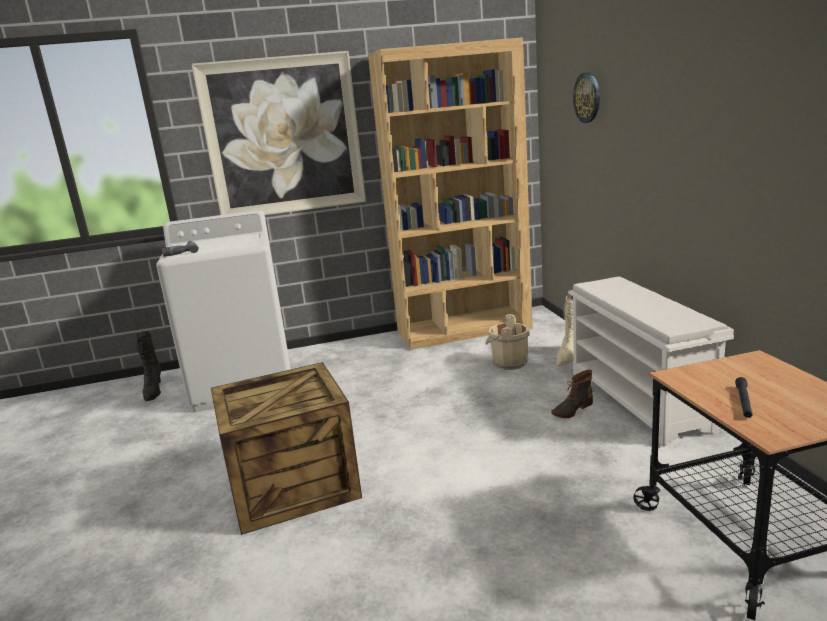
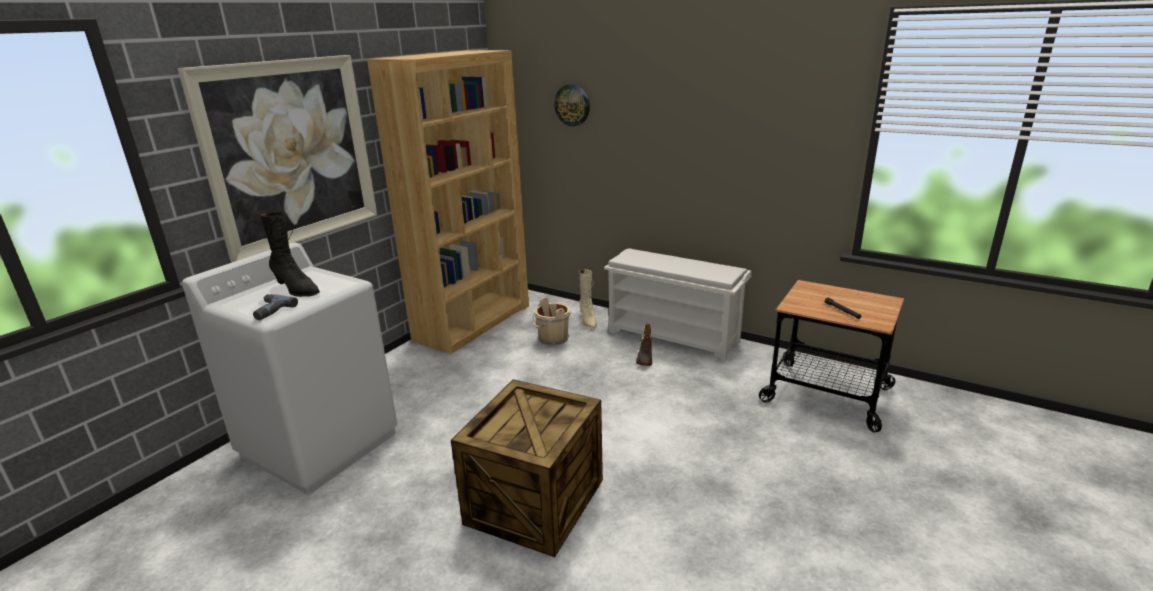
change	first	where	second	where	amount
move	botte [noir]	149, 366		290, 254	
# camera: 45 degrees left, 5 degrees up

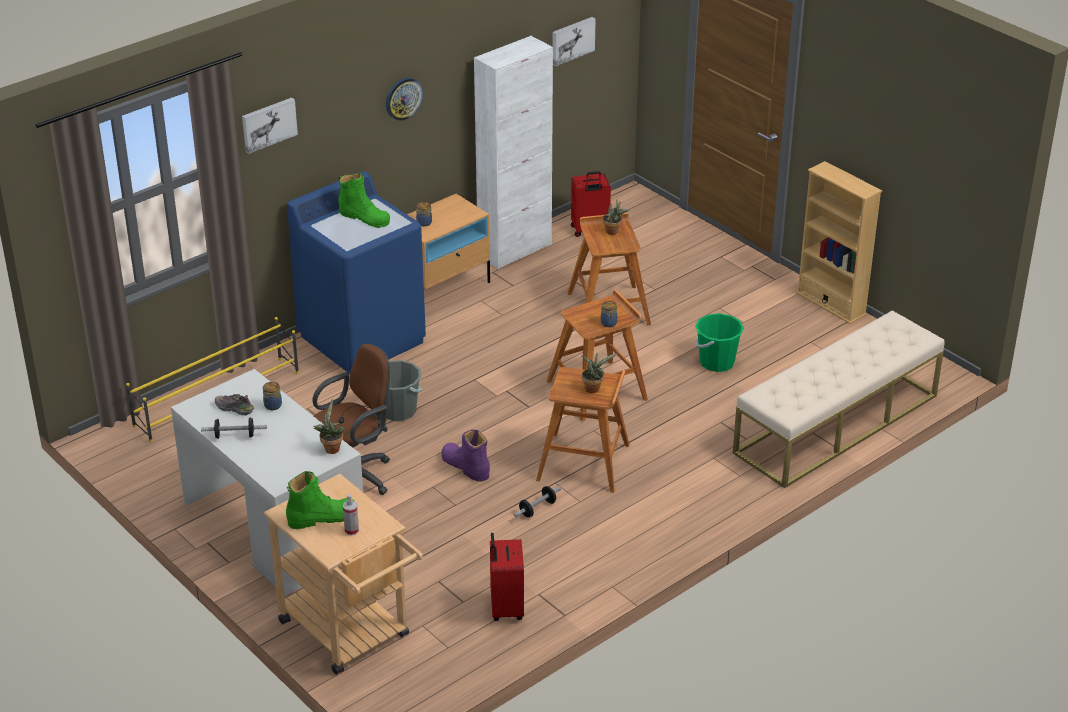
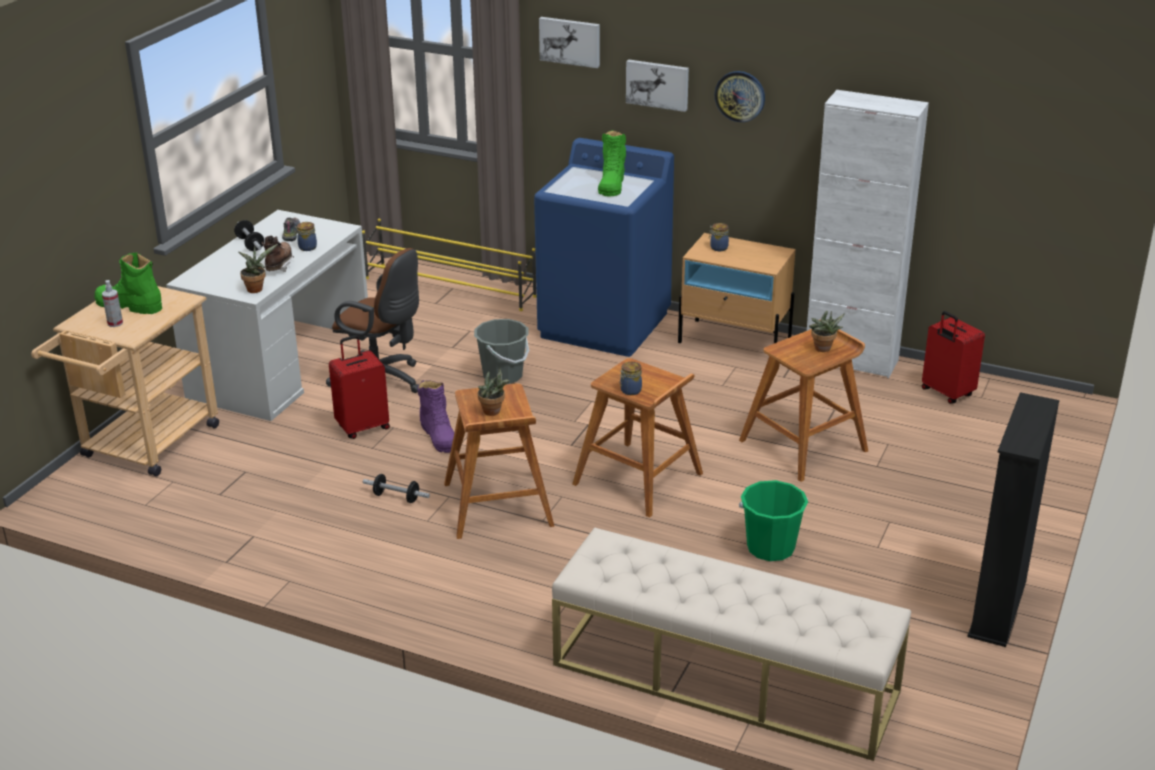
change	first	where	second	where	amount
insert			botte [marron]	278, 253	
move	valise [rouge]	507, 577		359, 387	
move	tableau	574, 41		657, 85	
recolor	bibliothèque [beige]	839, 242	bibliothèque [noir]	1013, 519	
rotate	botte [vert]	320, 500		128, 283	150 degrees clockwise
rotate	botte [violet]	465, 456		436, 416	135 degrees clockwise
# camera: 65 degrees right, 5 degrees down

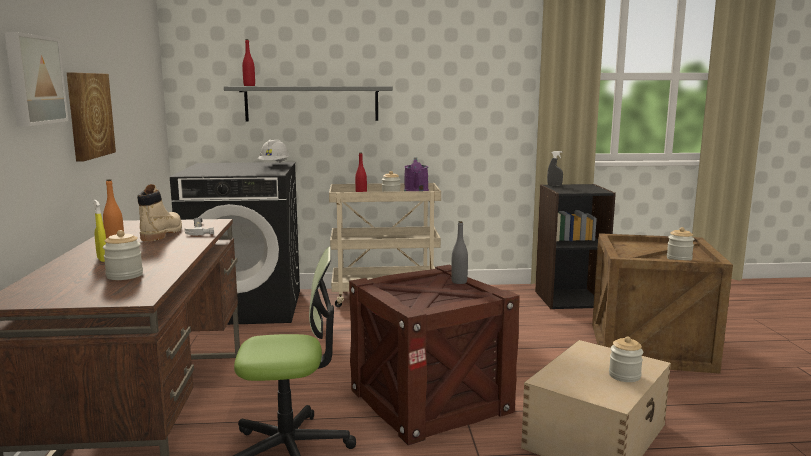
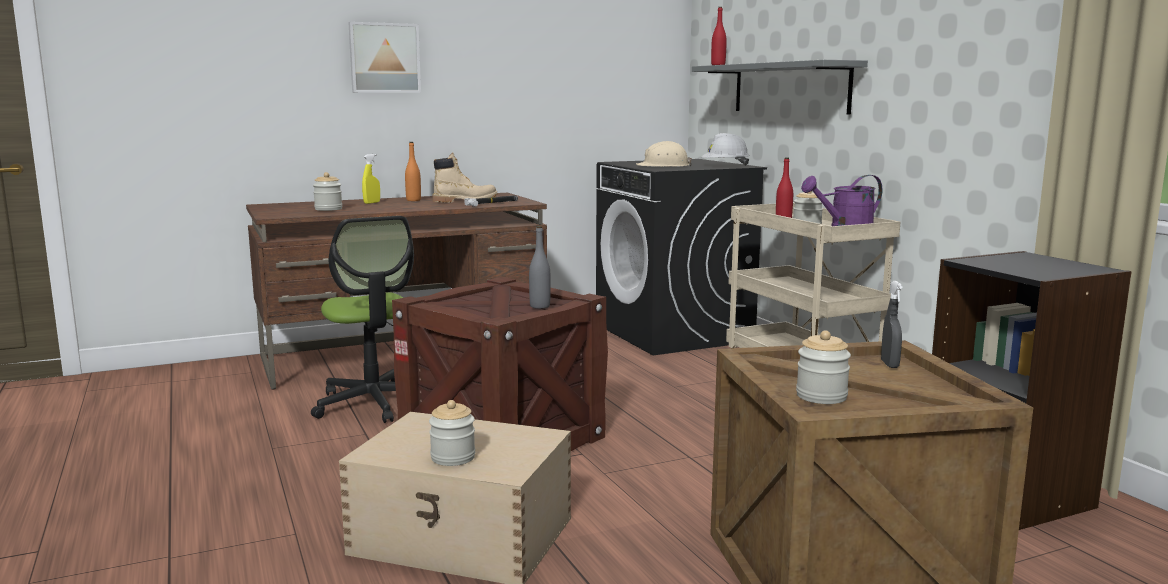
change	first	where	second	where	amount
delete	tableau	91, 117			
insert			casque de chantier [beige]	664, 154	
move	vaporisateur [gris]	555, 168		892, 324	
# camera: 70 degrees right, 0 degrees up

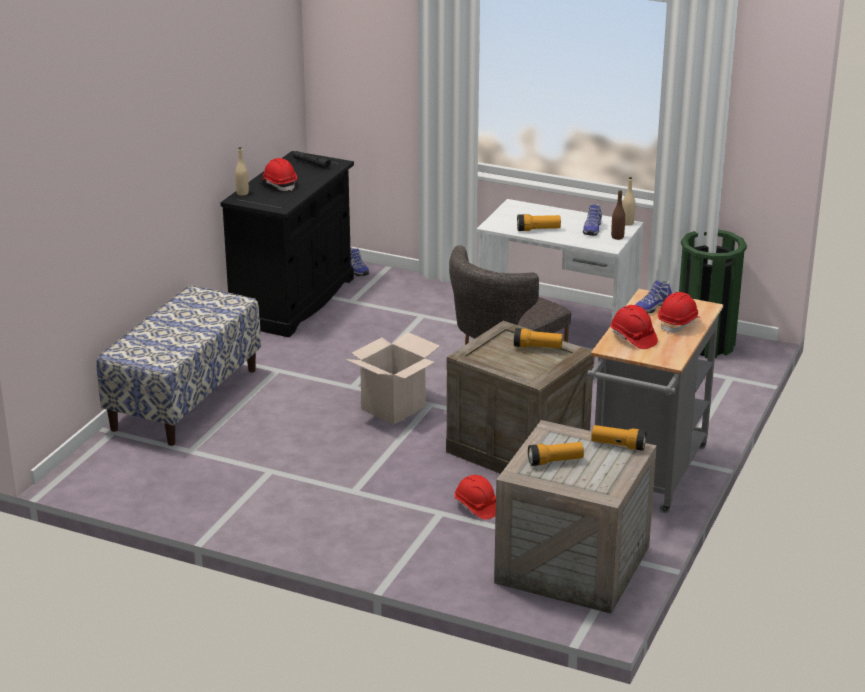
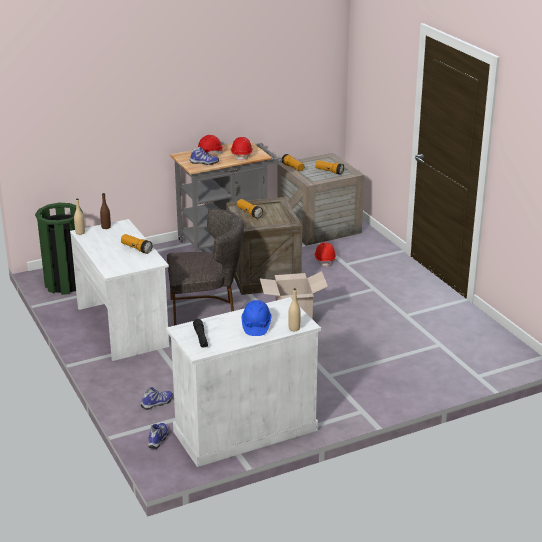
change	first	where	second	where	amount
delete	banc	178, 365			
move	chaussure	592, 219		157, 398	
recolor	meuble de rangement [noir]	287, 244	meuble de rangement [blanc]	243, 382	
recolor	casque de chantier [rouge]	279, 174	casque de chantier [bleu]	257, 318	
# camera: 140 degrees left, 0 degrees up

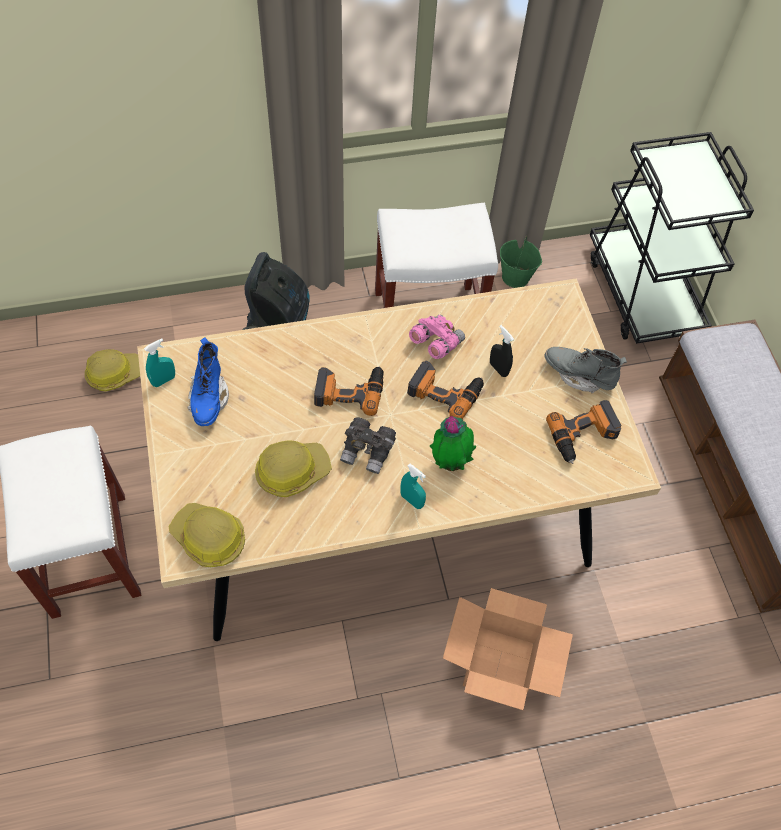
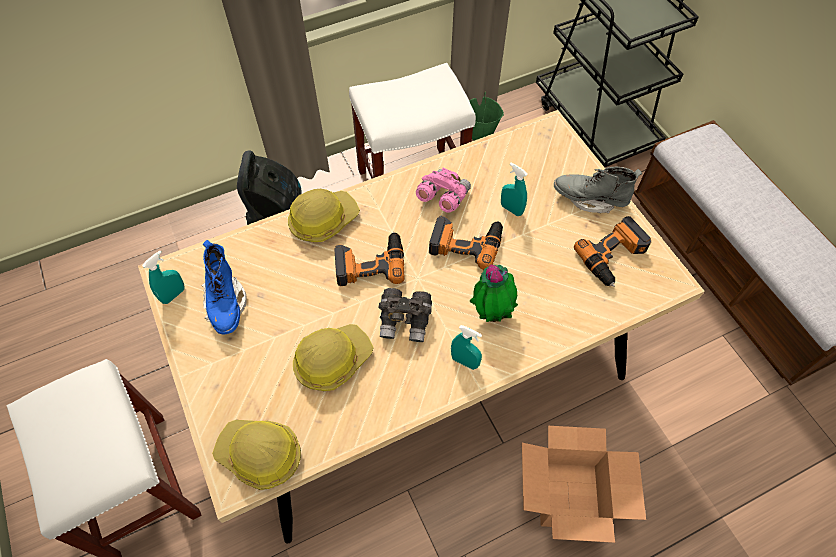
change	first	where	second	where	amount
move	casque de chantier	112, 370		324, 215	
recolor	vaporisateur [noir]	502, 351	vaporisateur [turquoise]	514, 189	
# camera: 10 degrees left, 0 degrees up

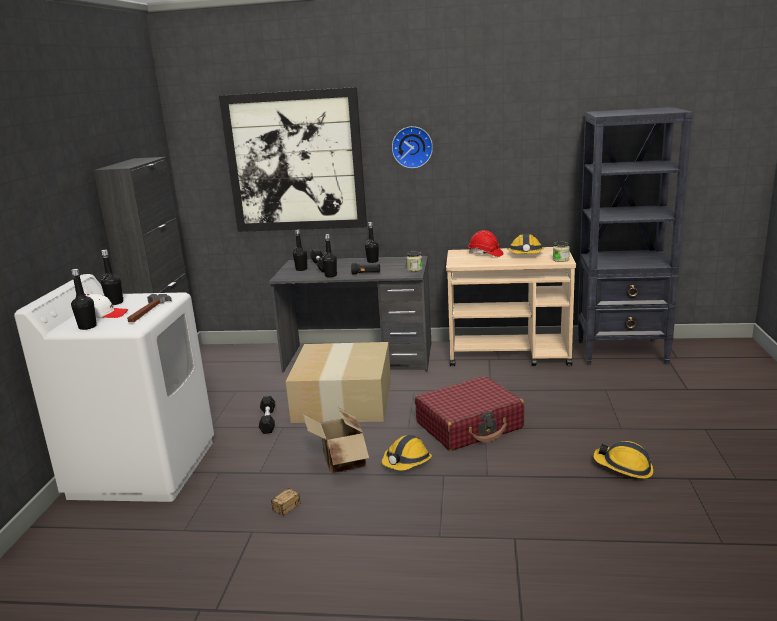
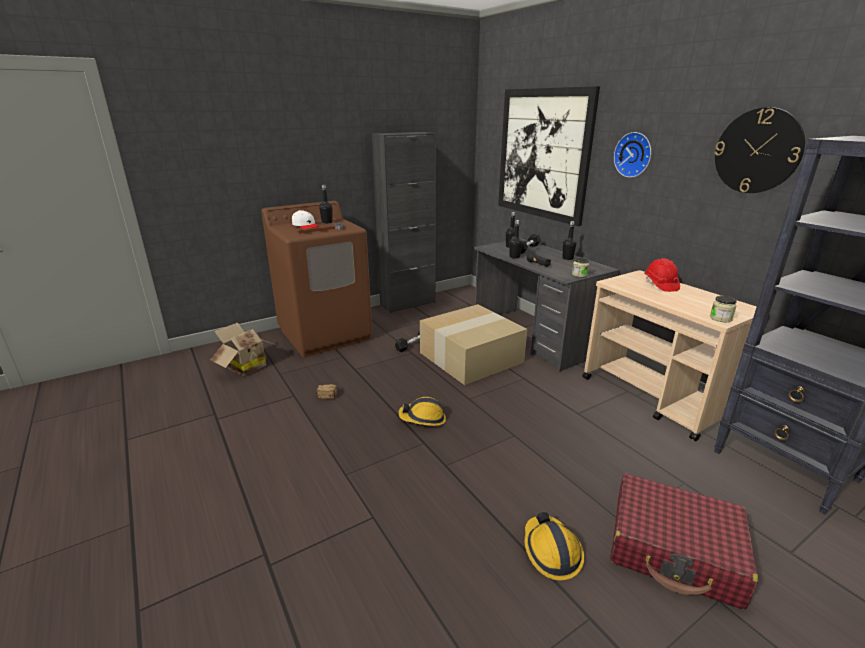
change	first	where	second	where	amount
delete	bouteille [noir]	84, 299			
delete	casque de chantier	525, 244			
insert			horloge murale	760, 150	
move	carton	335, 440		243, 349	
move	valise [rouge]	469, 413		684, 541	
recolor	lave-linge [blanc]	114, 388	lave-linge [marron]	316, 279	
# camera: 50 degrees right, 5 degrees up

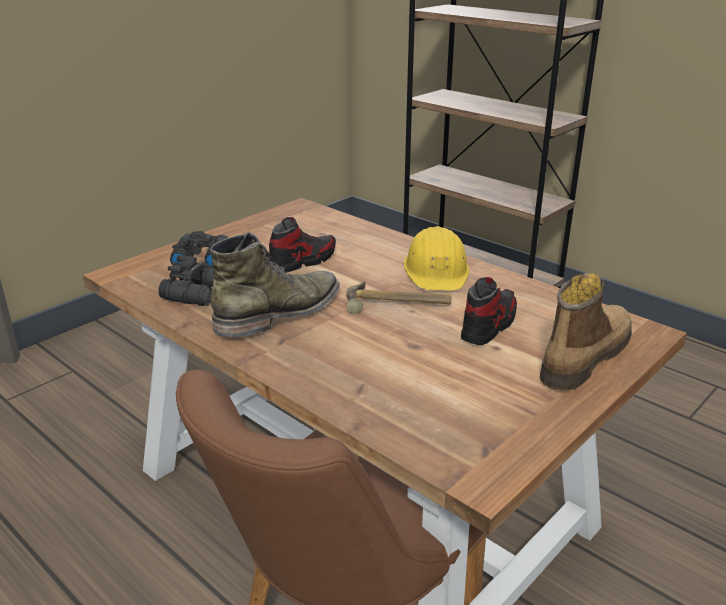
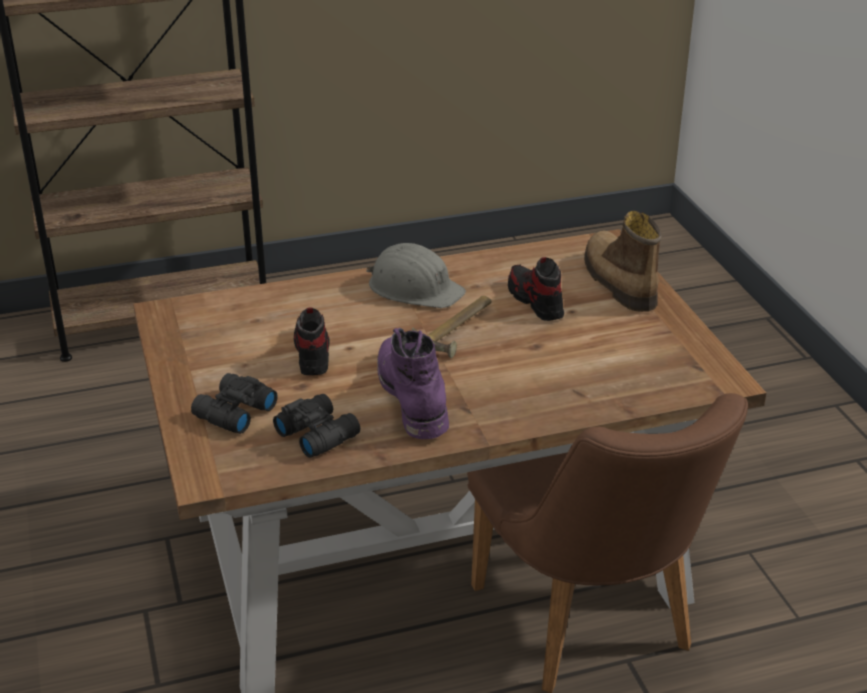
change	first	where	second	where	amount
recolor	botte [vert]	275, 284	botte [violet]	413, 383	
recolor	casque de chantier [jaune]	436, 258	casque de chantier [gris]	416, 275	
# camera: 60 degrees left, 5 degrees up

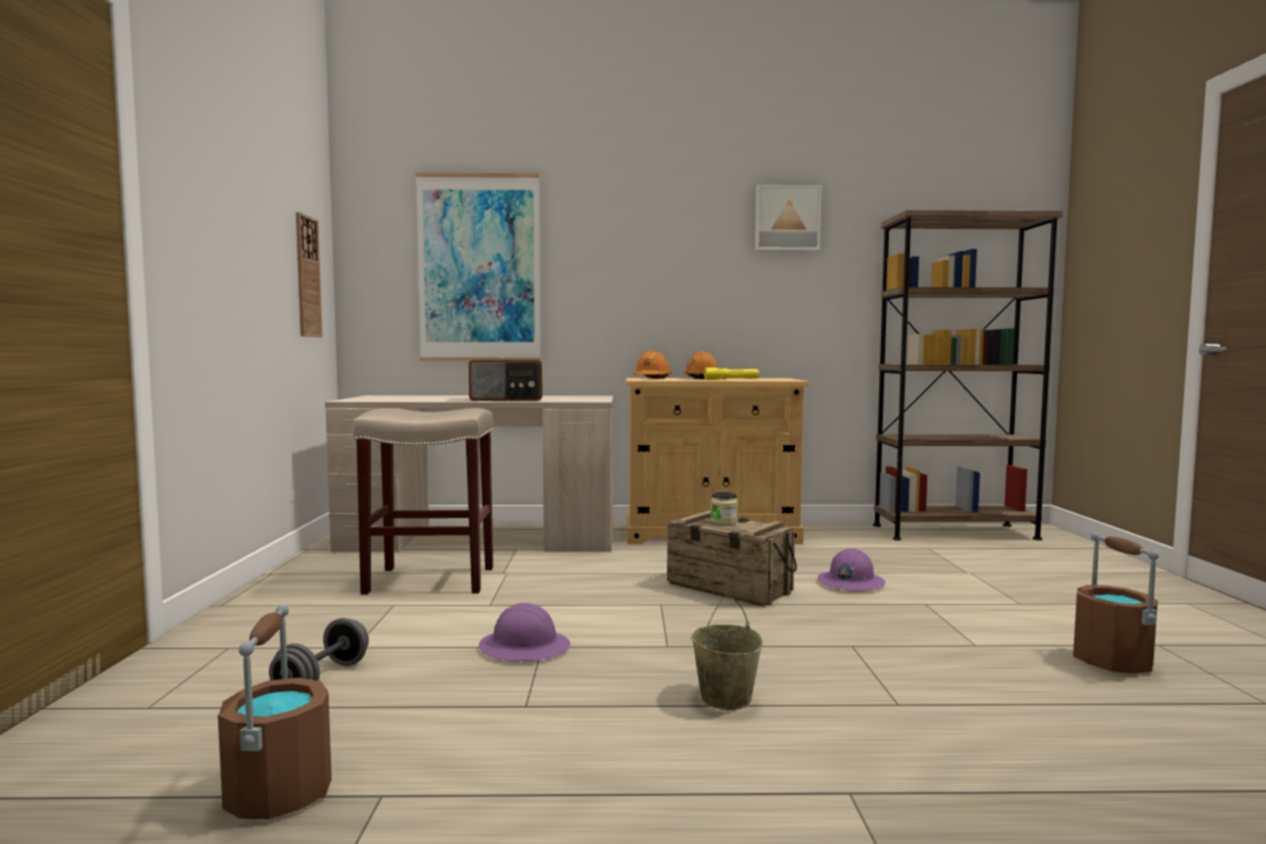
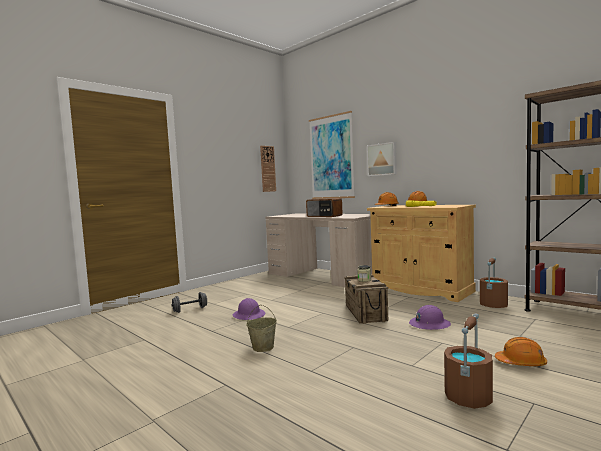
change	first	where	second	where	amount
delete	tabouret [beige]	423, 501			
insert			casque de chantier [orange]	521, 351	
move	seau [marron]	275, 712		494, 283	
move	tableau	788, 218		382, 159	
# camera: 45 degrees right, 0 degrees up

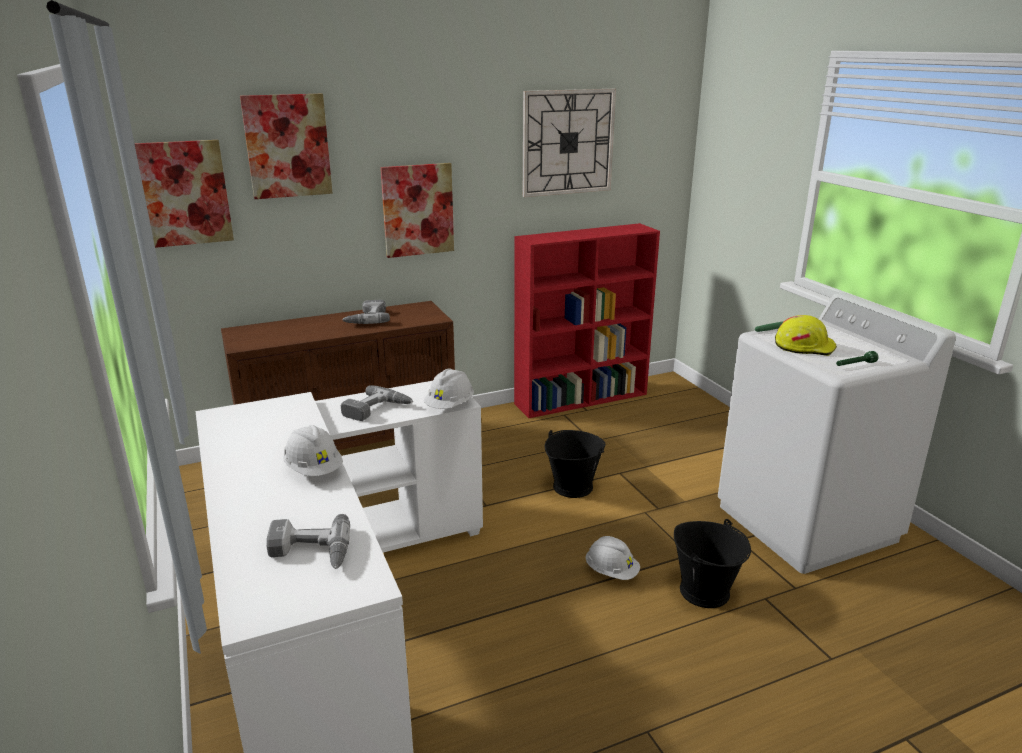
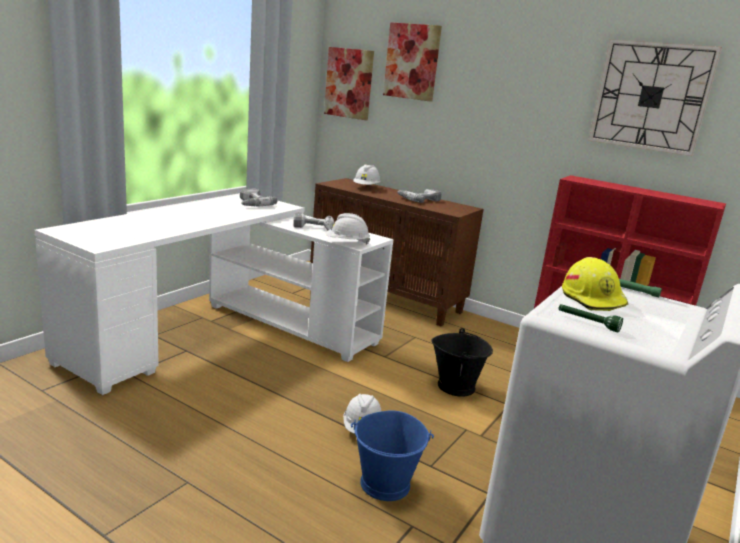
change	first	where	second	where	amount
delete	tableau	417, 210			
move	perceuse	308, 541		259, 197	
move	casque de chantier [blanc]	313, 450		367, 174	
recolor	seau [noir]	712, 563	seau [bleu]	392, 456	
# camera: 55 degrees right, 5 degrees down

